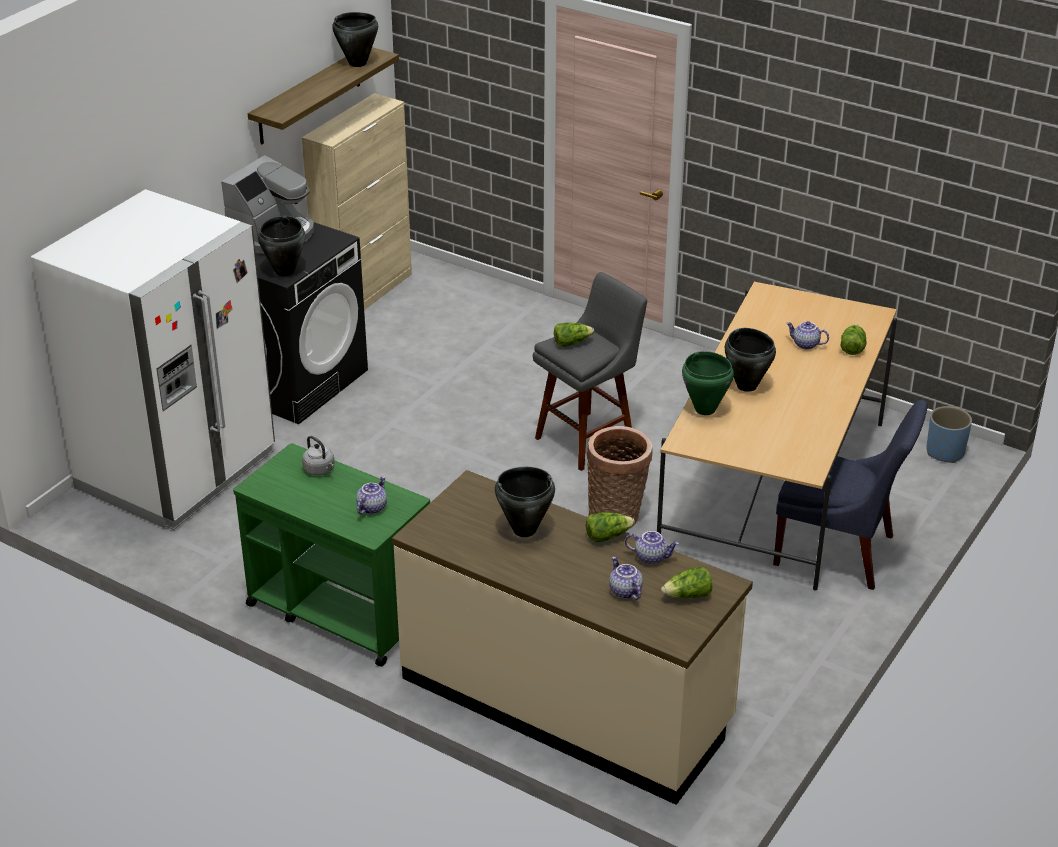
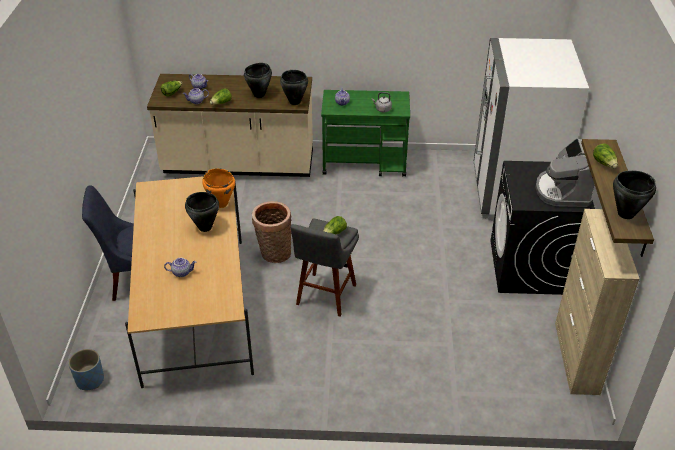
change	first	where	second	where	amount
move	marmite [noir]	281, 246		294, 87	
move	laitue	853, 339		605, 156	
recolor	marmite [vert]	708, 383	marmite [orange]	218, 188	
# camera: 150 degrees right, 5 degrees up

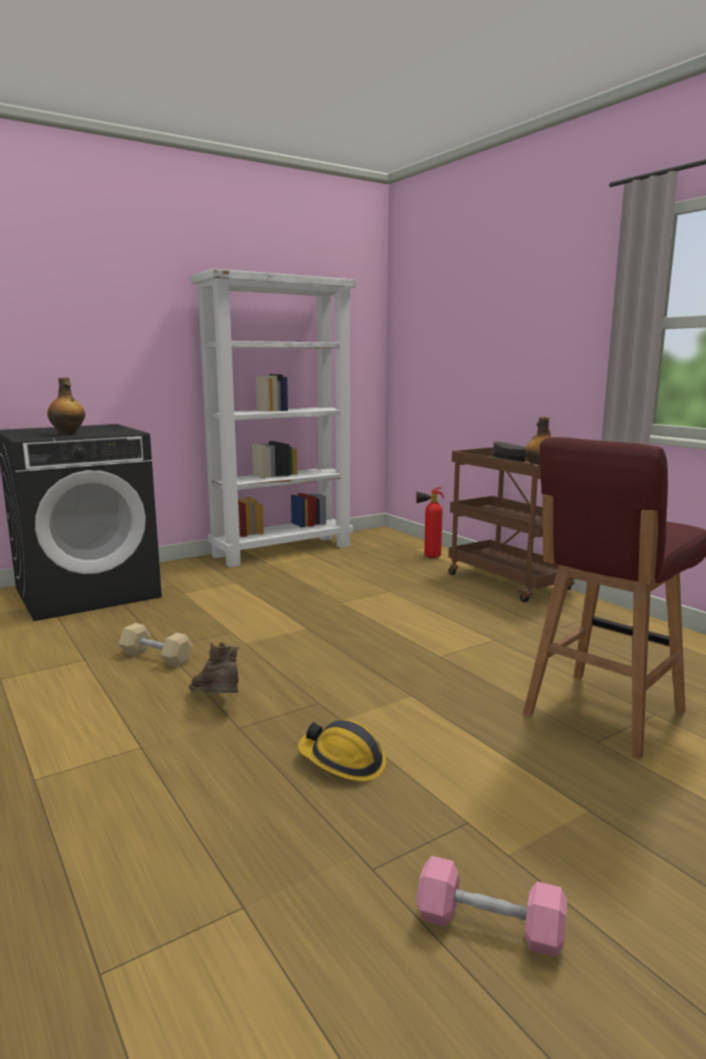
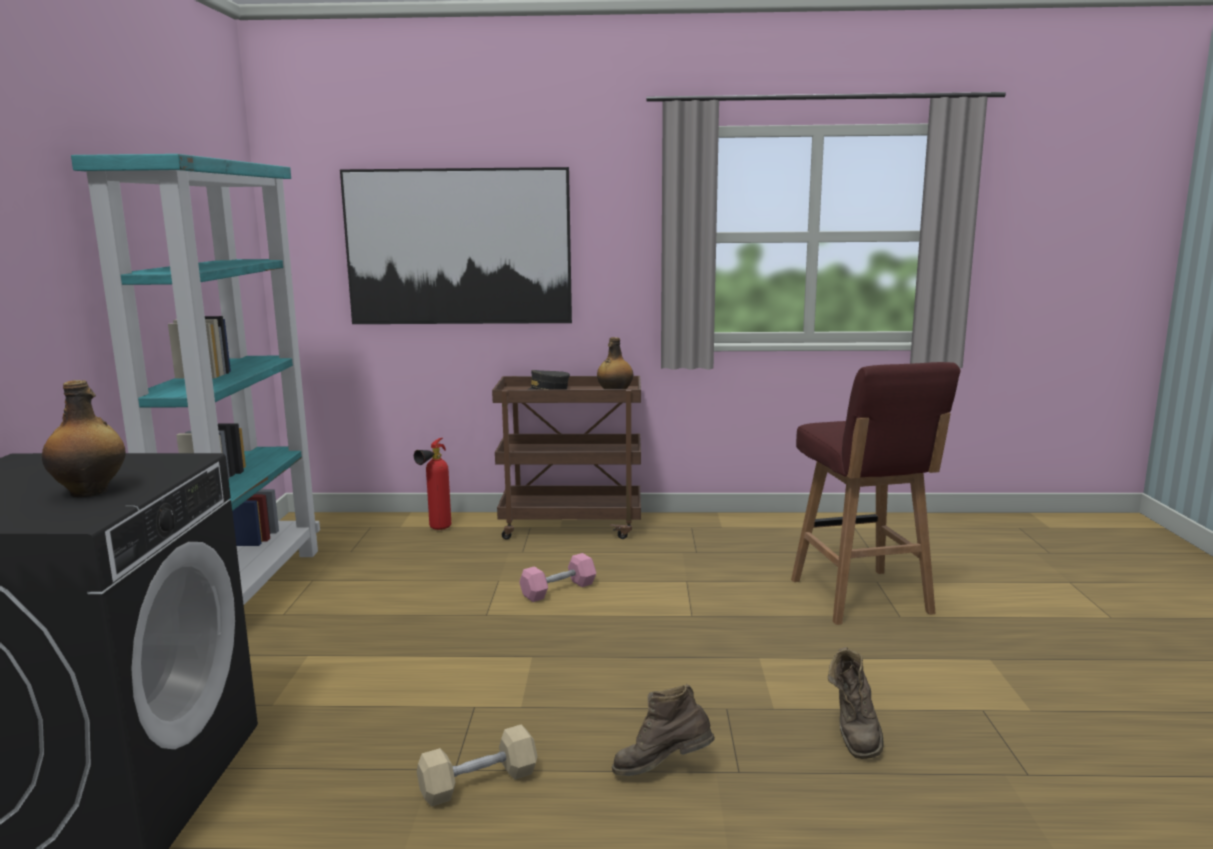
change	first	where	second	where	amount
insert			tableau	456, 245	
move	haltère [rose]	491, 906		557, 577	
replace	casque de chantier	342, 750	botte [marron]	856, 703	
recolor	bibliothèque [blanc]	273, 418	bibliothèque [turquoise]	195, 379	
# camera: 55 degrees left, 0 degrees up

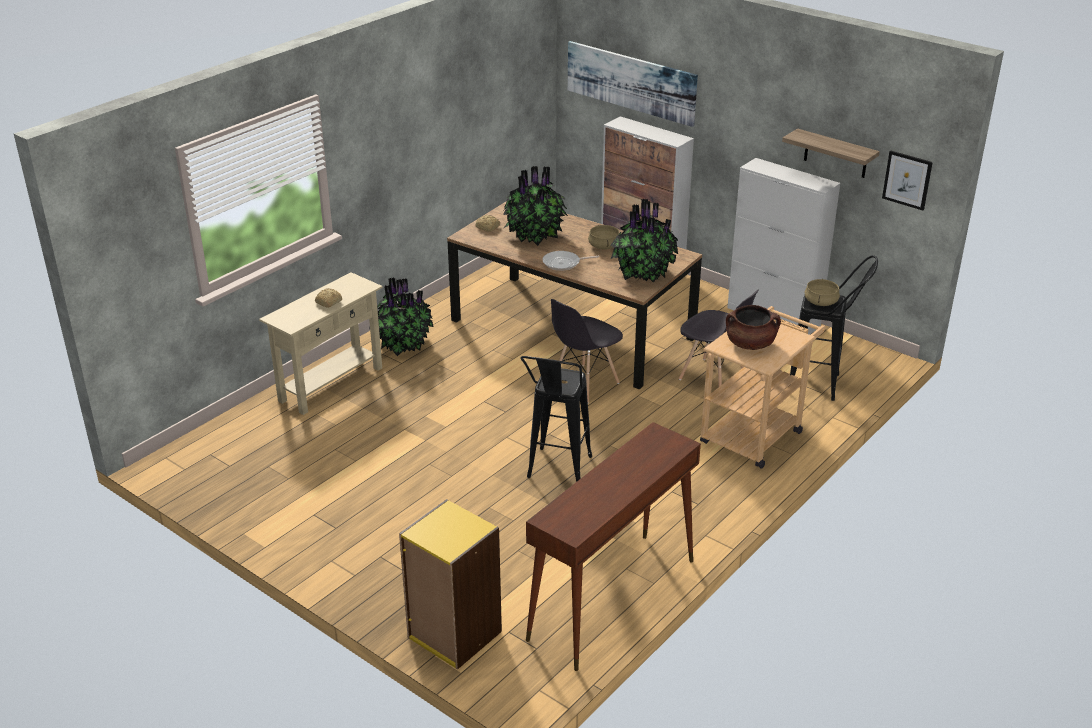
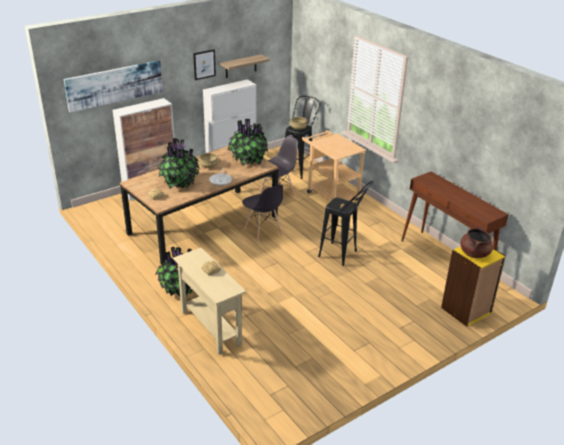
change	first	where	second	where	amount
move	marmite [marron]	753, 327		477, 242	
move	tableau	907, 180		204, 64	
# camera: 75 degrees left, 0 degrees up

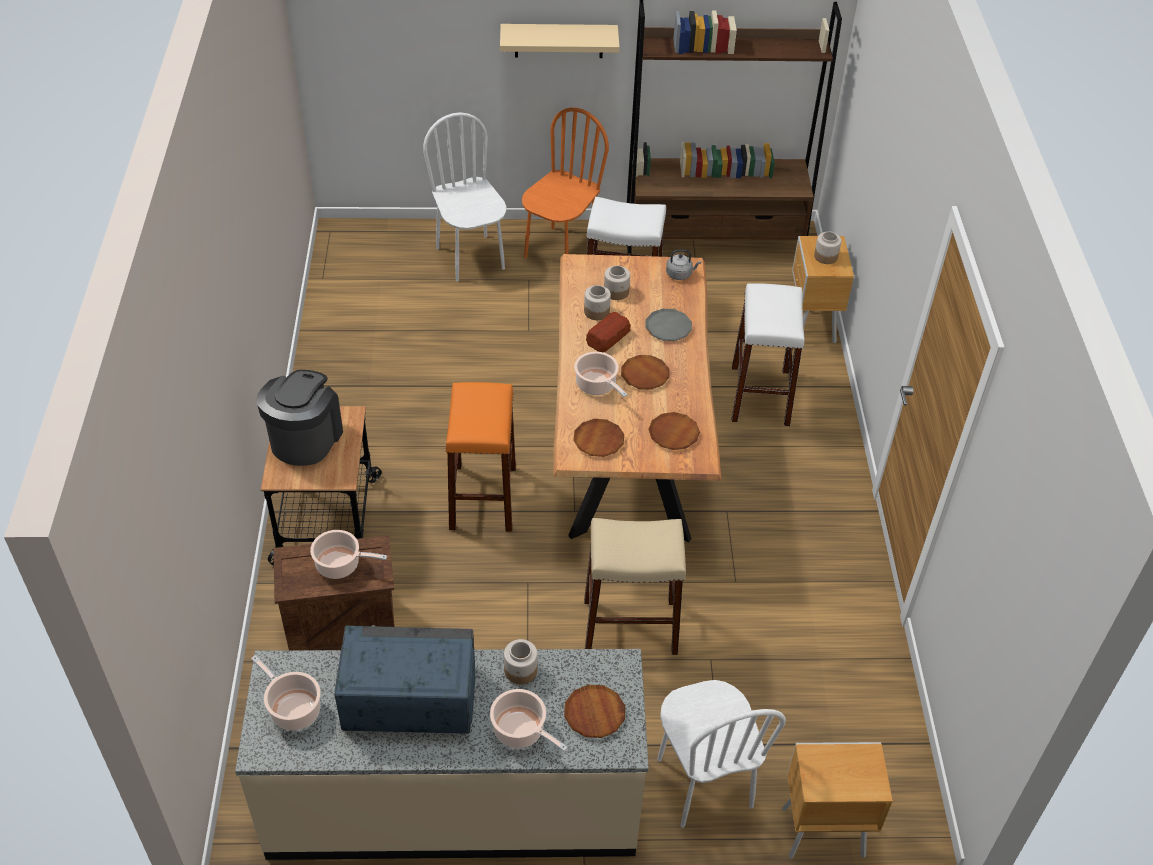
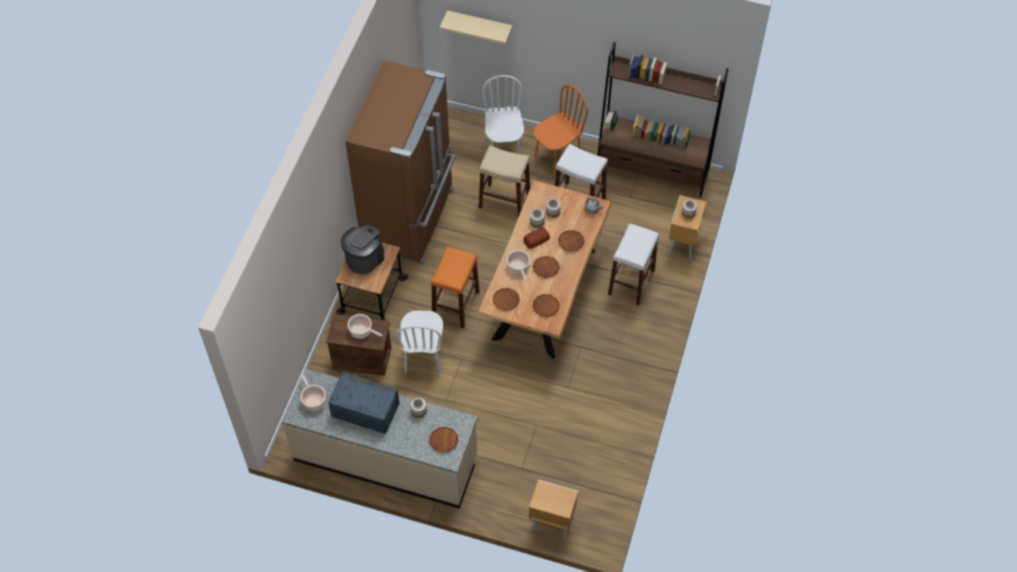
change	first	where	second	where	amount
delete	marmite	529, 720			
insert			réfrigérateur [marron]	400, 163	
move	étagère [beige]	560, 41		476, 27	
move	tabouret [beige]	635, 586		504, 180	
move	chaise [blanc]	721, 754		419, 342	
recolor	assiette [gris]	668, 325	assiette [marron]	571, 241	
# camera: 20 degrees right, 10 degrees up

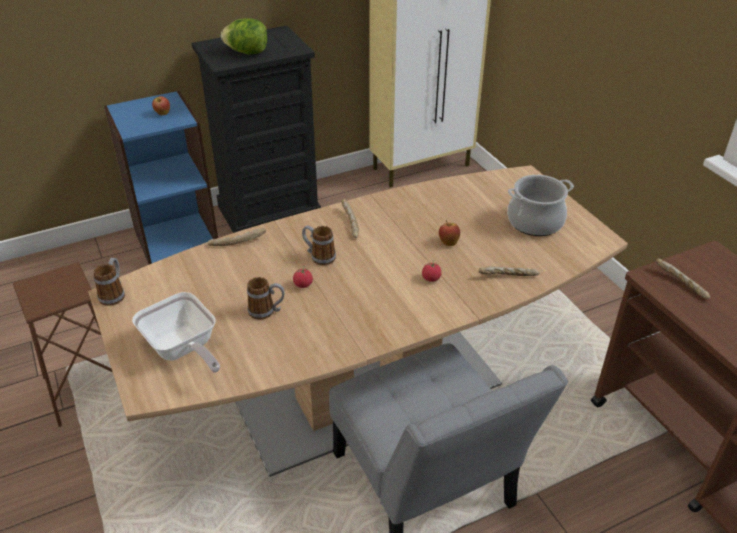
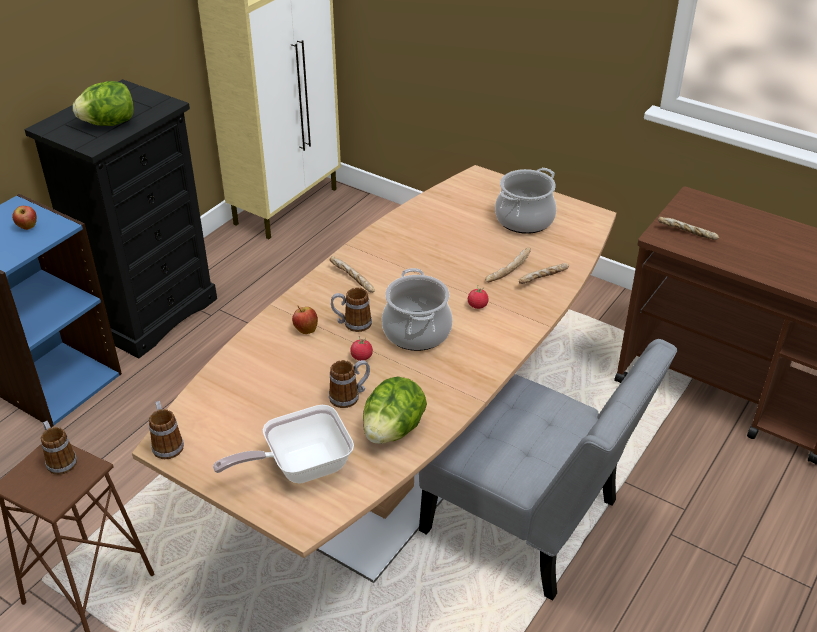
change	first	where	second	where	amount
insert			mug	59, 448	
insert			laitue	395, 410	
insert			marmite	417, 309	
move	pain	236, 237		508, 265	
move	pomme	449, 233		305, 320	
rotate	poêle	176, 332		283, 444	135 degrees clockwise
# camera: 30 degrees left, 0 degrees up

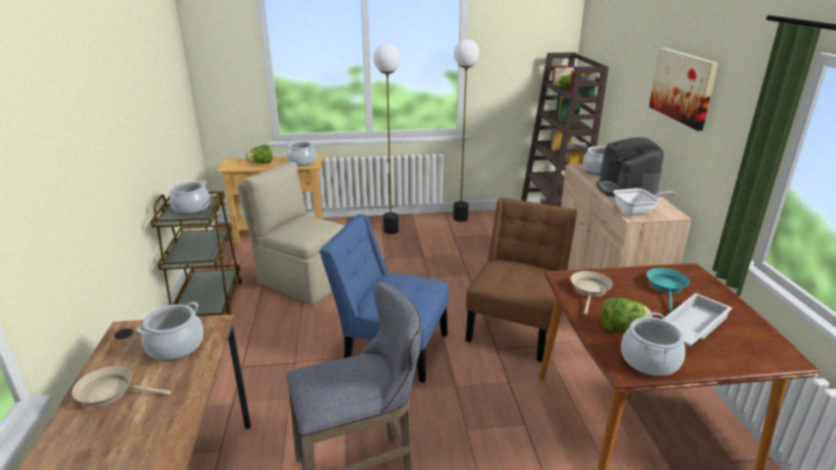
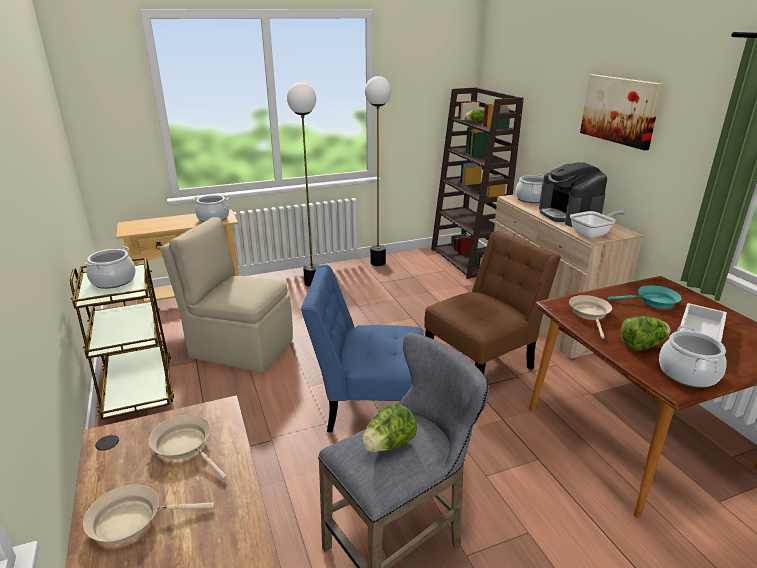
change	first	where	second	where	amount
move	laitue	258, 154		389, 428	
replace	marmite	169, 331	poêle [beige]	188, 447	
rotate	chaise [marron]	521, 279		492, 302	45 degrees clockwise
rotate	poêle [turquoise]	668, 290		644, 297	90 degrees clockwise
# camera: 15 degrees left, 0 degrees up

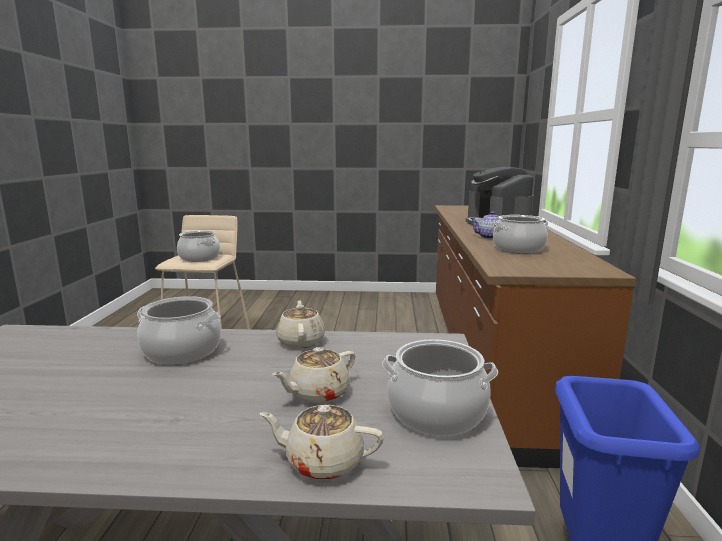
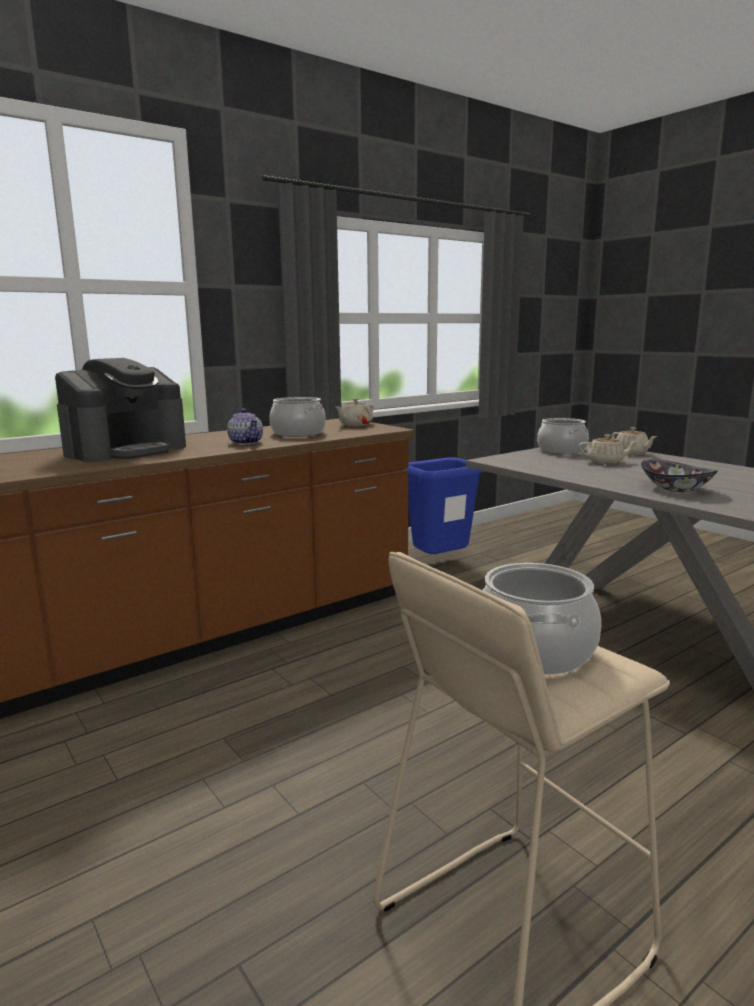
change	first	where	second	where	amount
move	théière [beige]	300, 324		355, 412	
replace	marmite	179, 330	bol	679, 475	
# camera: 130 degrees left, 0 degrees up

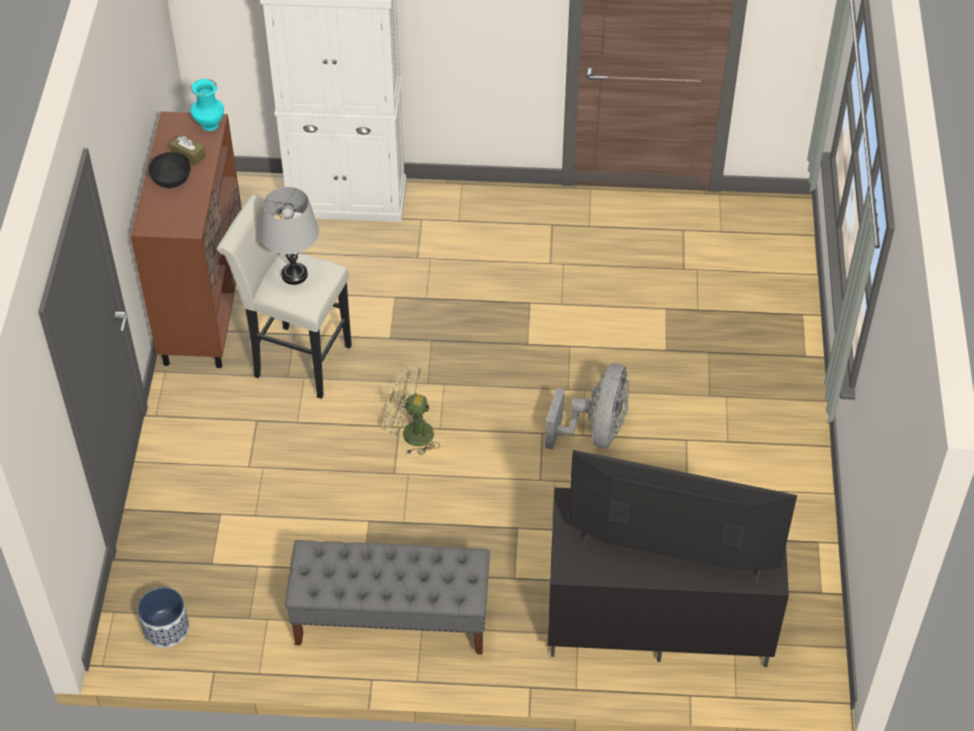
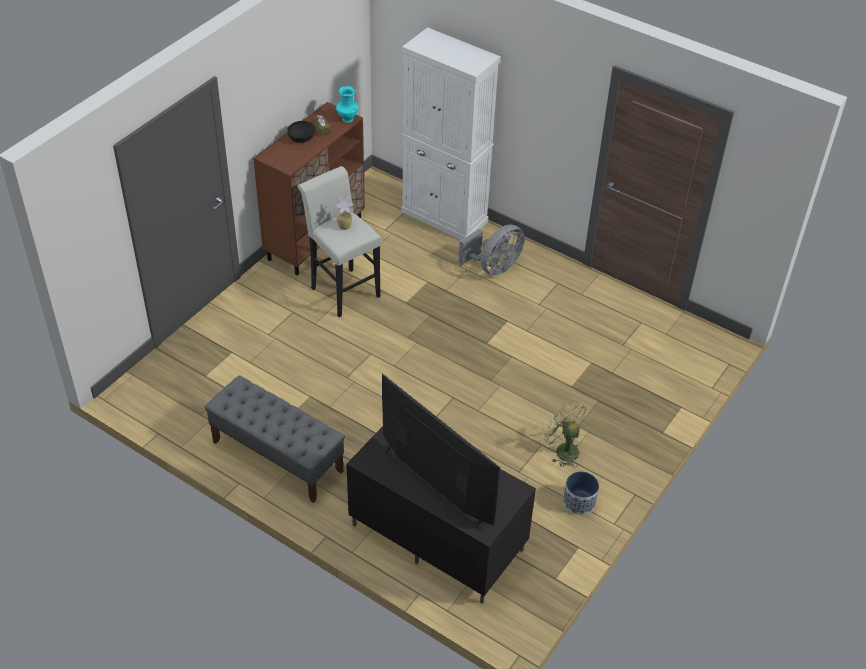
change	first	where	second	where	amount
move	cache-pot	163, 617		581, 493	
move	ventilateur [vert]	411, 410		563, 433	
move	ventilateur [gris]	587, 406		492, 250	
replace	lampe de table [gris]	289, 236	plante en pot	344, 213	
# camera: 30 degrees right, 5 degrees down

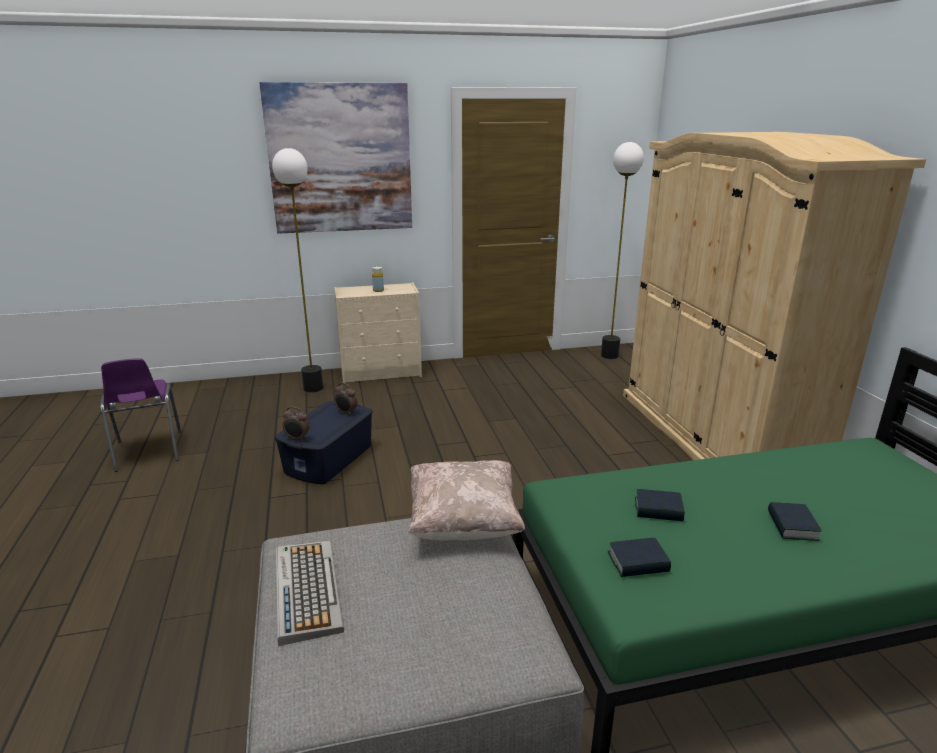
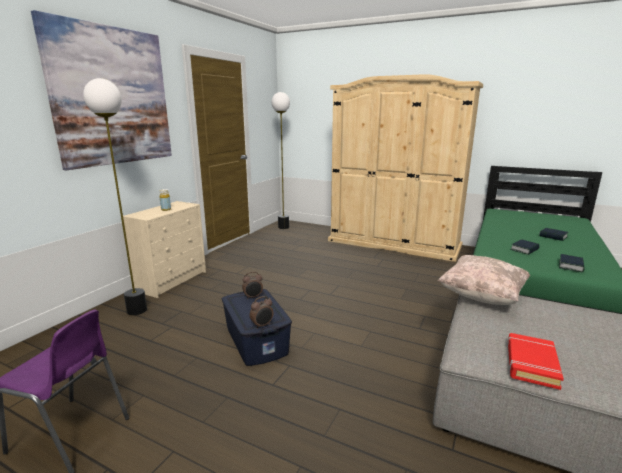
change	first	where	second	where	amount
replace	clavier	310, 593	livre [rouge]	535, 361	
# camera: 50 degrees left, 5 degrees down

